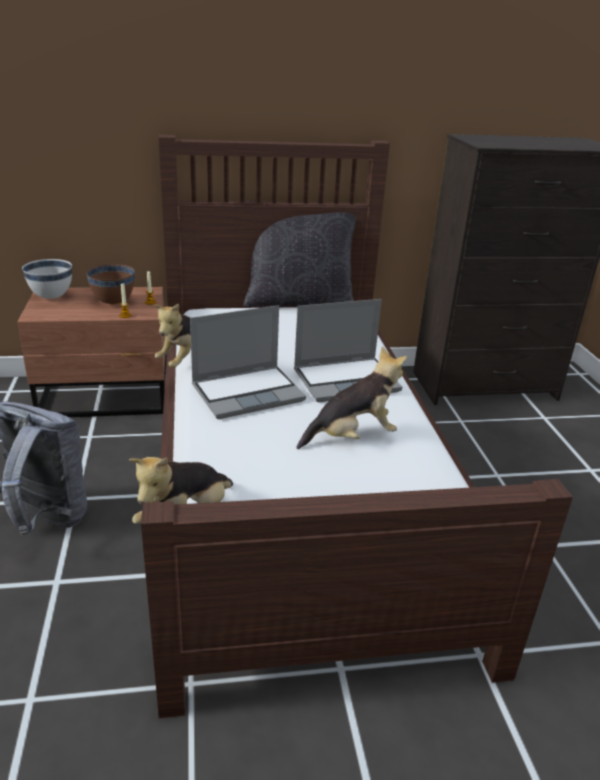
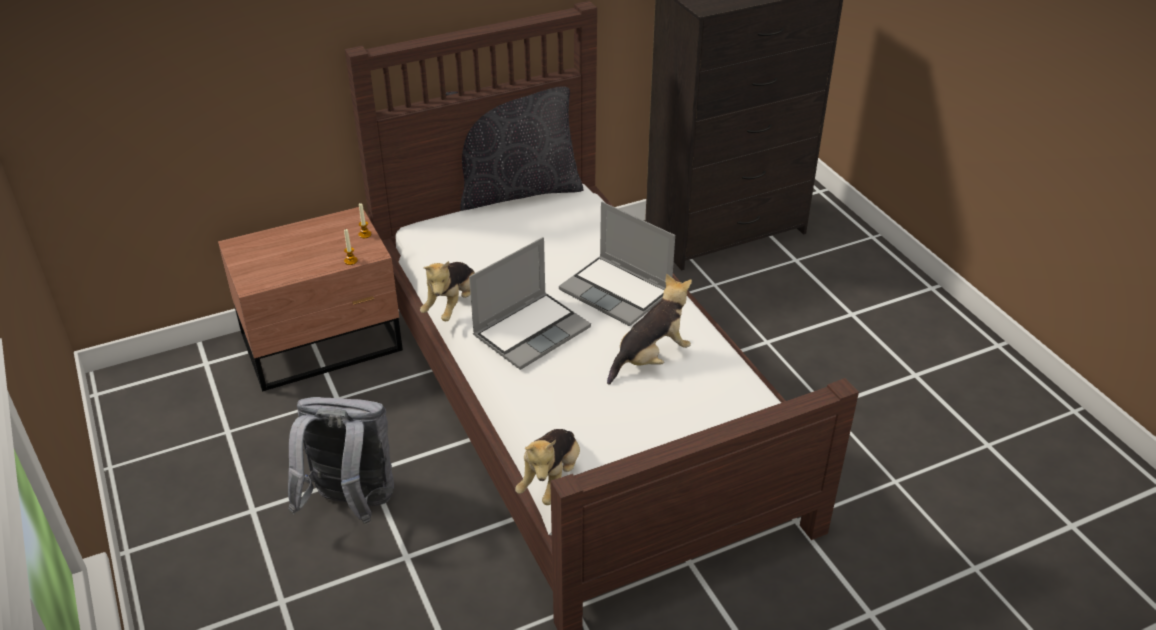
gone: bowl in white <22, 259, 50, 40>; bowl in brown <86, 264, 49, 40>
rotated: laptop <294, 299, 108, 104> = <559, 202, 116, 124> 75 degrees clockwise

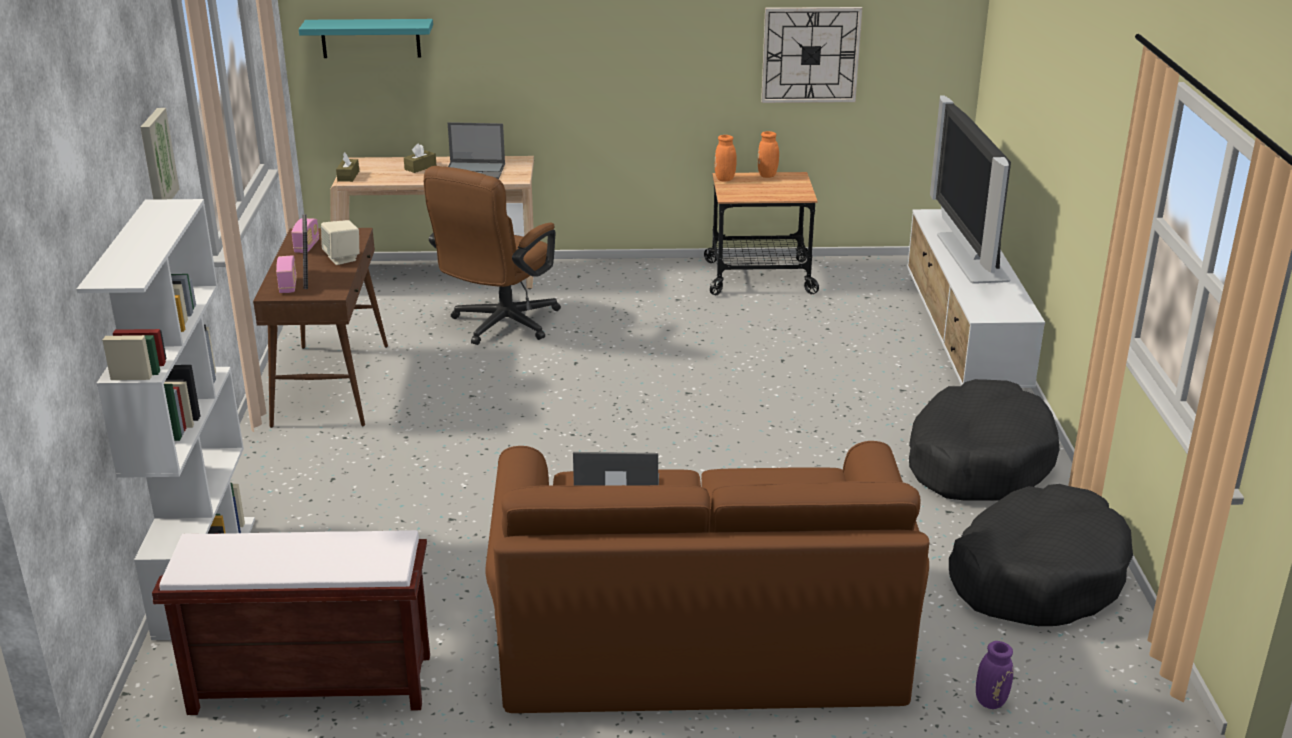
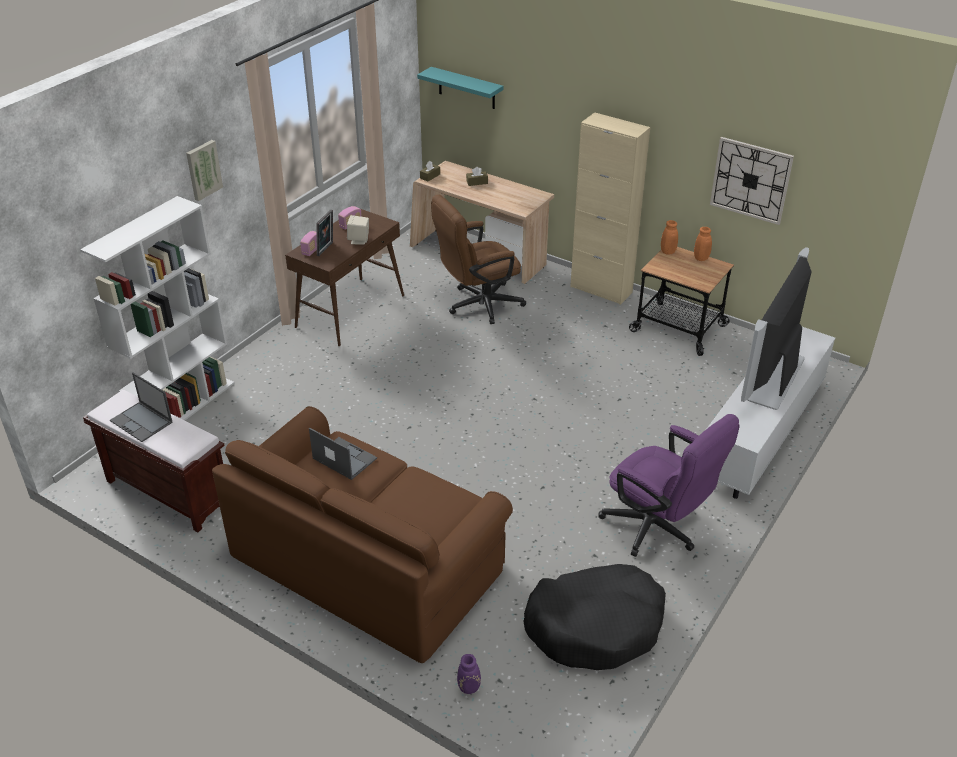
new: cabinet in beige <570, 112, 80, 193>
shifted: laptop <448, 122, 57, 57> to <110, 373, 63, 69>
swapped: dog bed in black <909, 379, 151, 121> to office chair in purple <598, 414, 142, 143>

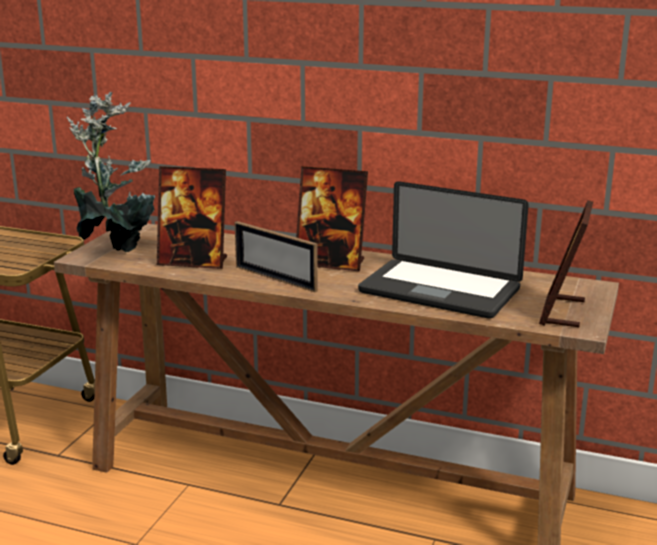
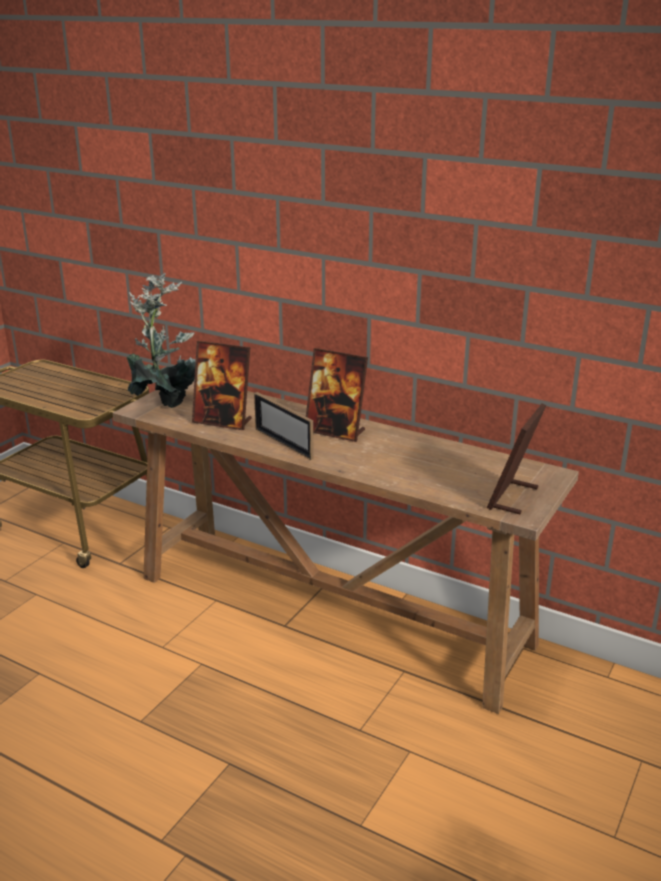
gone: laptop <358, 181, 171, 138>

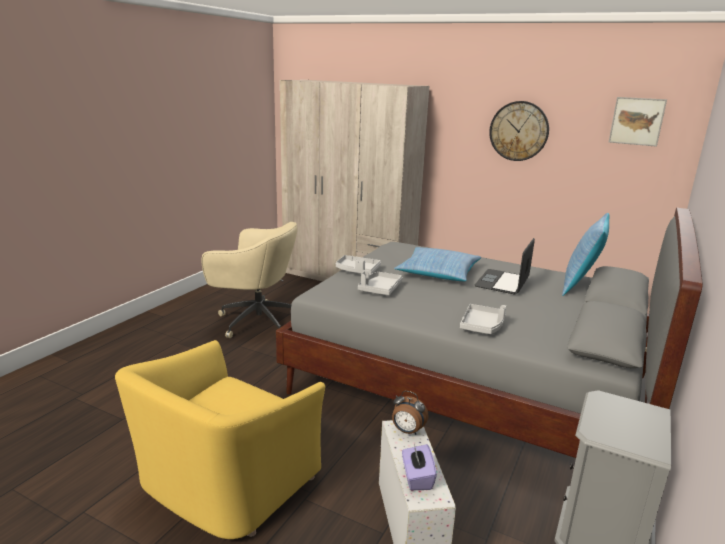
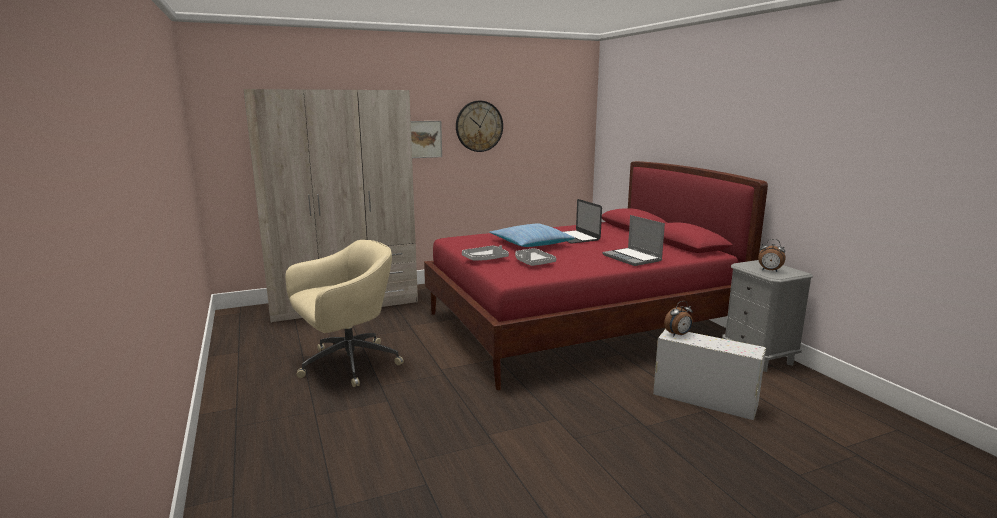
gone: armchair in yellow <115, 340, 210, 199>; tissue box in purple <402, 444, 35, 46>; pillow <562, 213, 47, 83>
new: alarm clock <758, 239, 27, 33>
shifted: picture <608, 97, 59, 50> to <411, 121, 31, 37>
swapped: tray in grey <460, 304, 46, 30> to laptop <602, 215, 63, 51>
repainted: bed in grey <276, 208, 427, 250> to bed in red <424, 161, 344, 229>

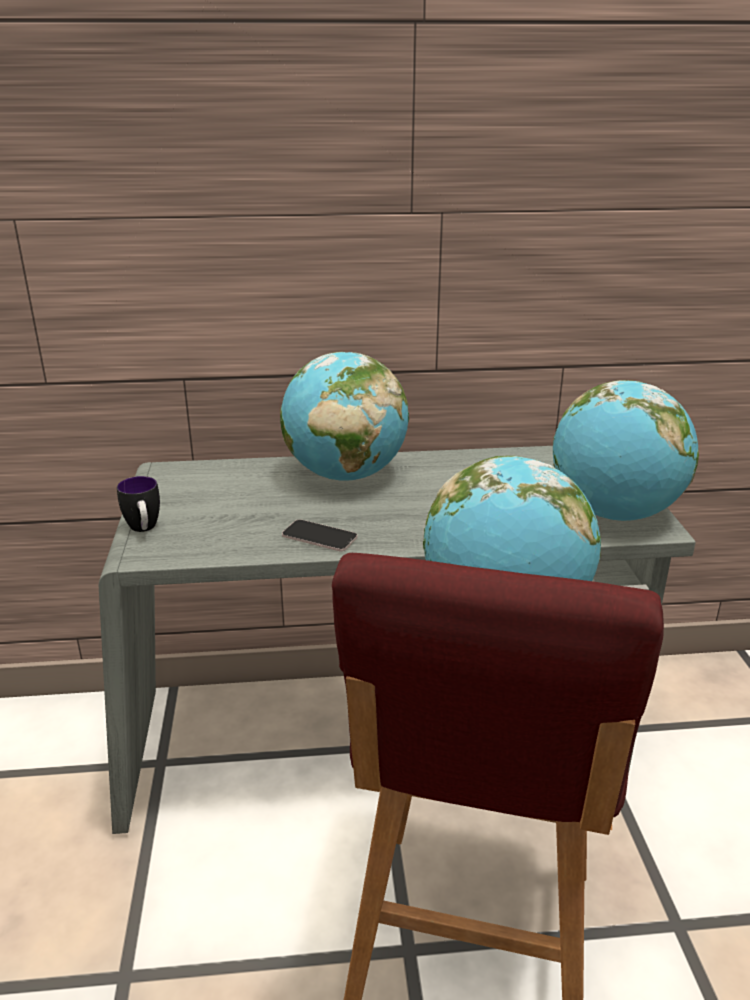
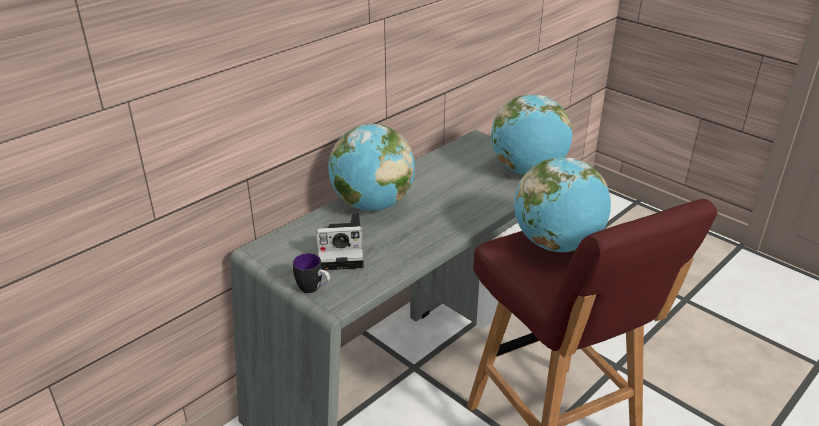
gone: phone <282, 519, 76, 32>
new: photo camera <316, 213, 48, 57>

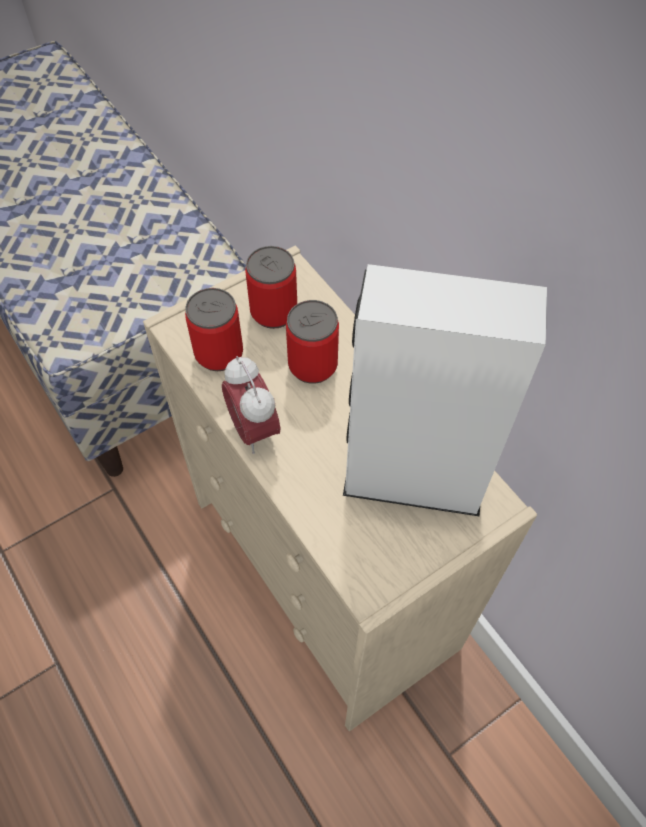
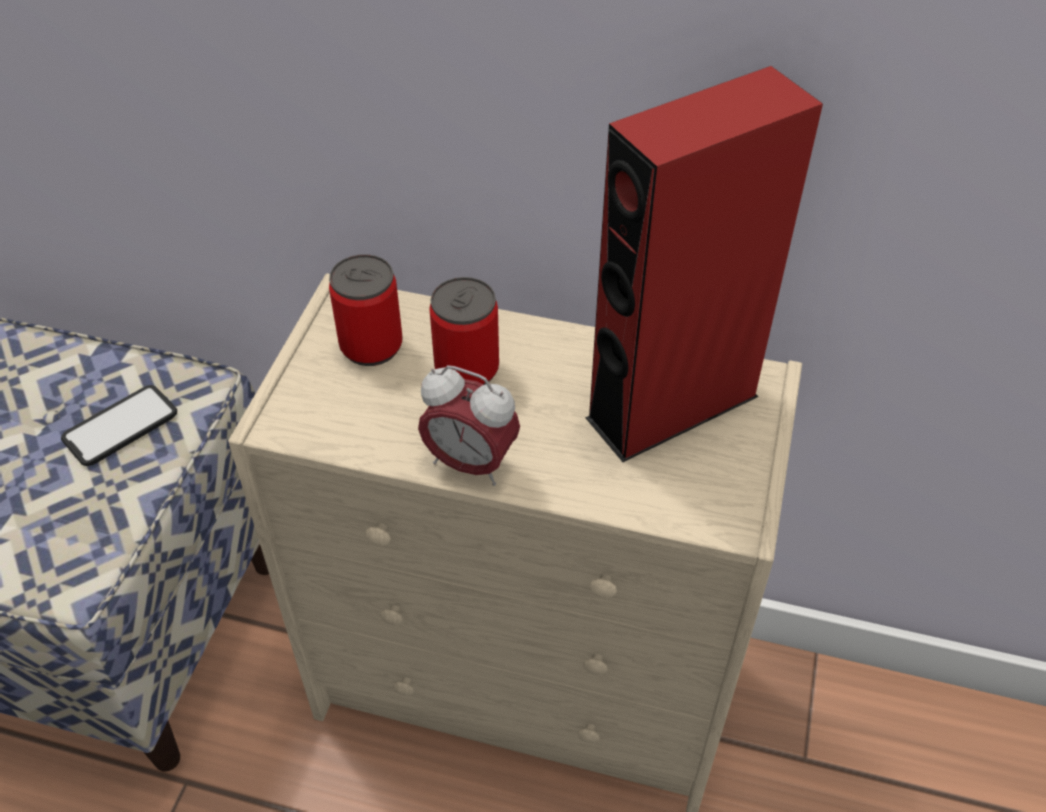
gone: can <185, 288, 58, 83>
new: phone <61, 385, 116, 81>
repainted: speaker in white <343, 264, 204, 253> to speaker in red <585, 66, 238, 396>

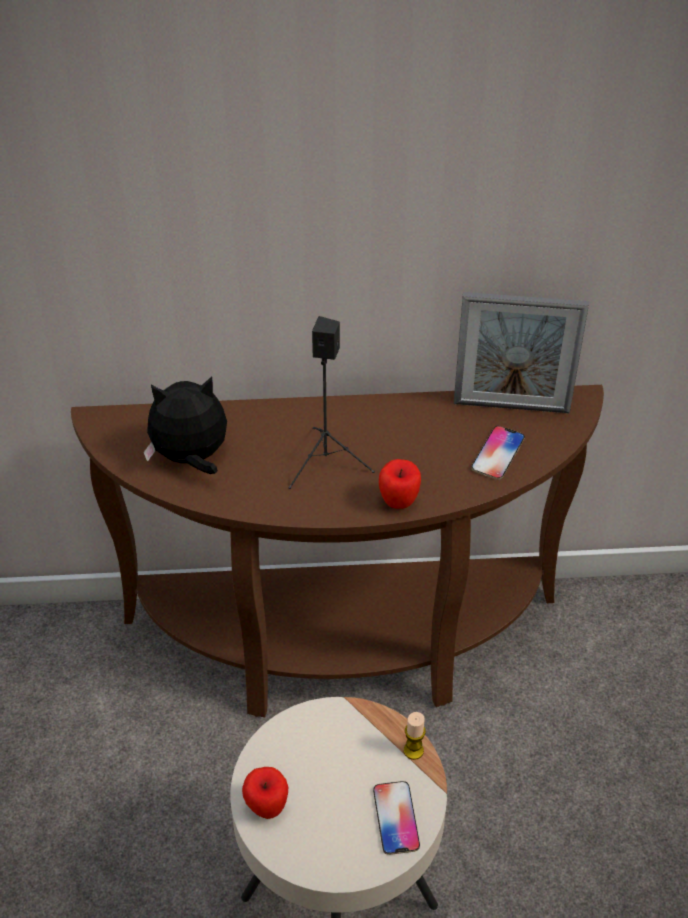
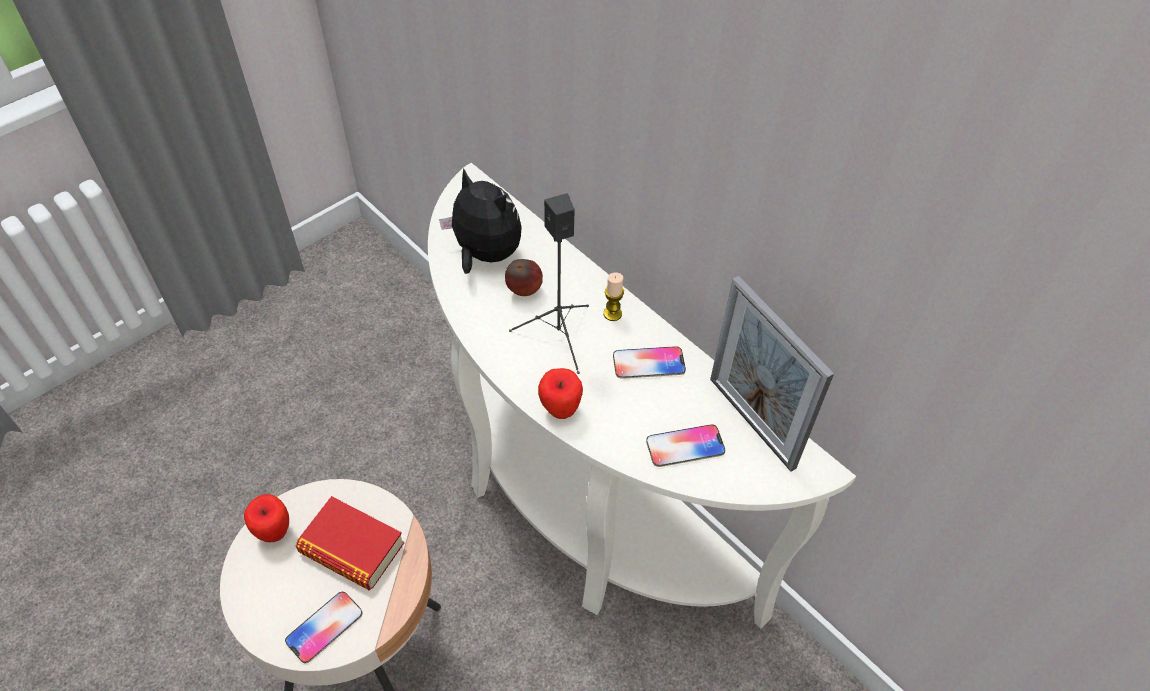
new: book <295, 496, 109, 94>; apple <505, 259, 38, 37>; phone <613, 346, 73, 33>
shifted: candle <404, 712, 22, 48> to <604, 273, 20, 48>
repainted: console table in brown <71, 385, 533, 332> to console table in white <428, 163, 428, 466>

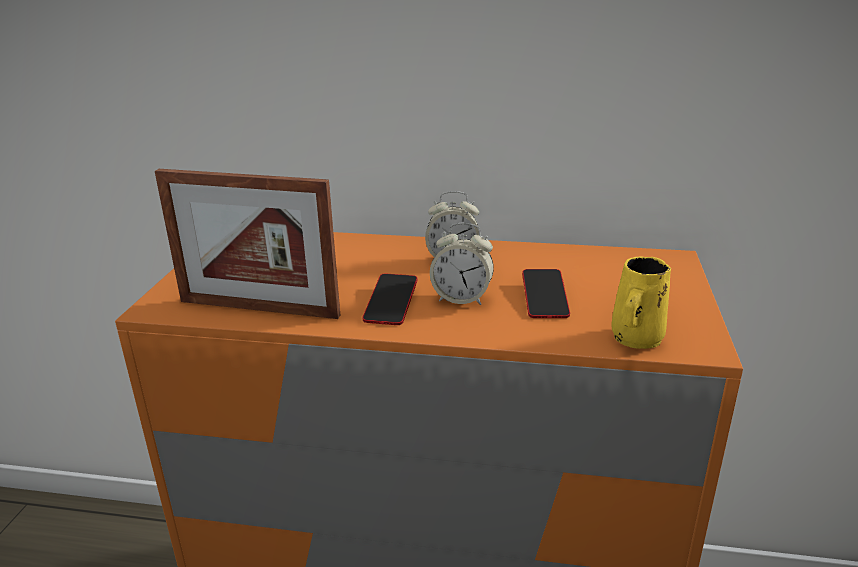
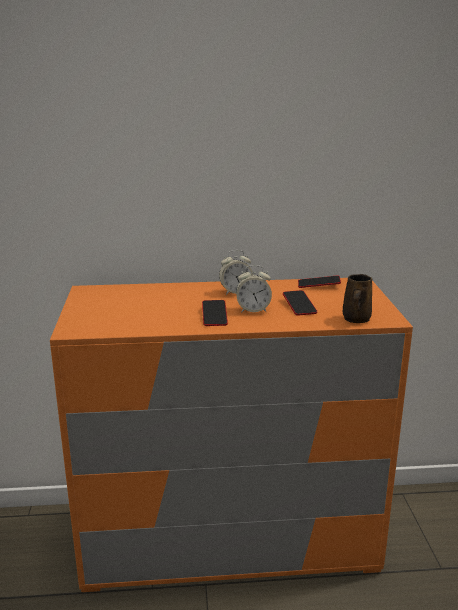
gone: picture frame <155, 169, 185, 150>
new: phone <298, 276, 43, 12>
repainted: mug in yellow <611, 257, 60, 92> to mug in brown <343, 274, 29, 49>

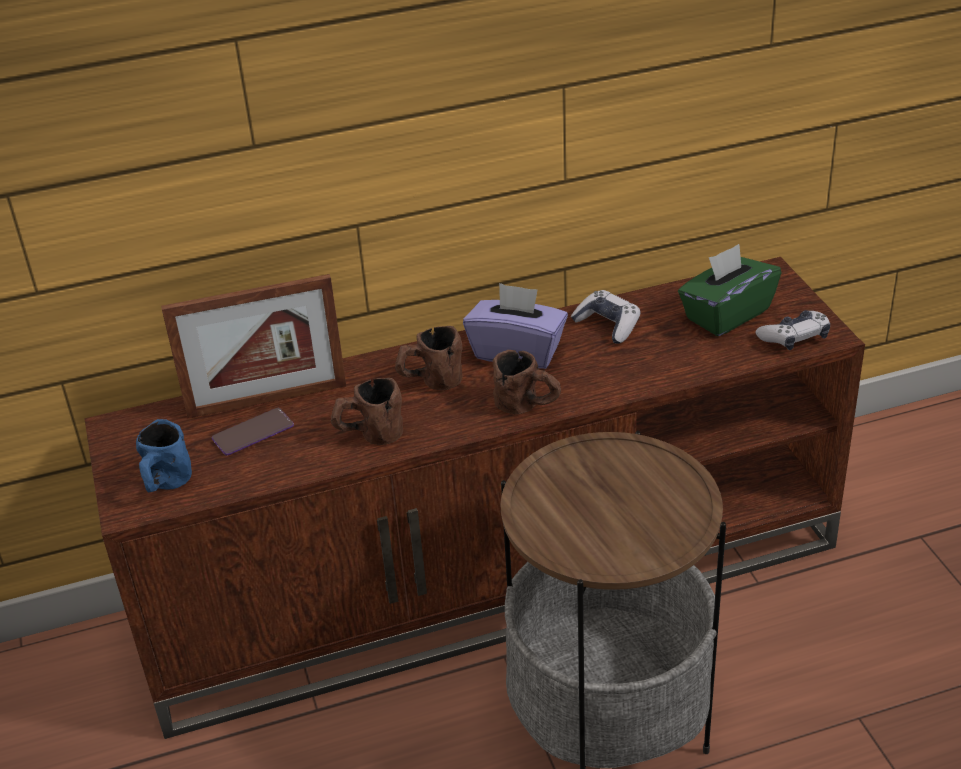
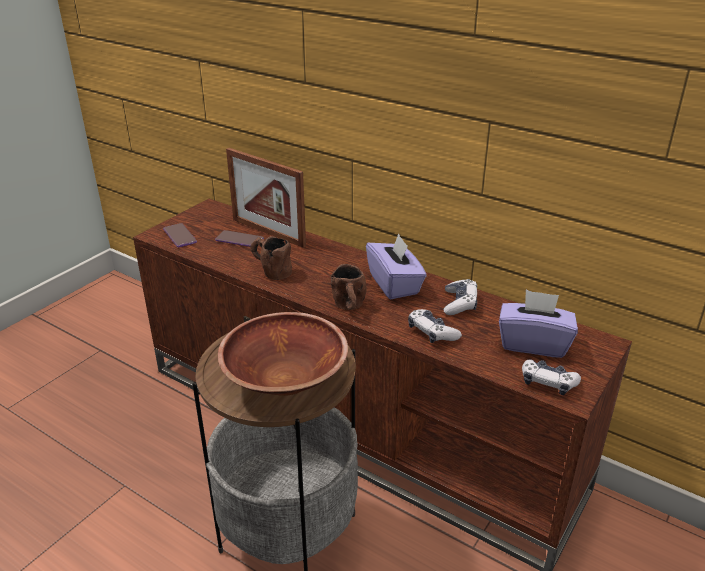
gone: mug in brown <395, 326, 67, 65>
new: bowl in brown <218, 312, 130, 84>; game controller <408, 309, 54, 34>
swapped: mug in blue <136, 419, 56, 73> to phone <163, 223, 34, 24>
repainted: tissue box in green <678, 244, 103, 92> to tissue box in purple <499, 290, 79, 68>

